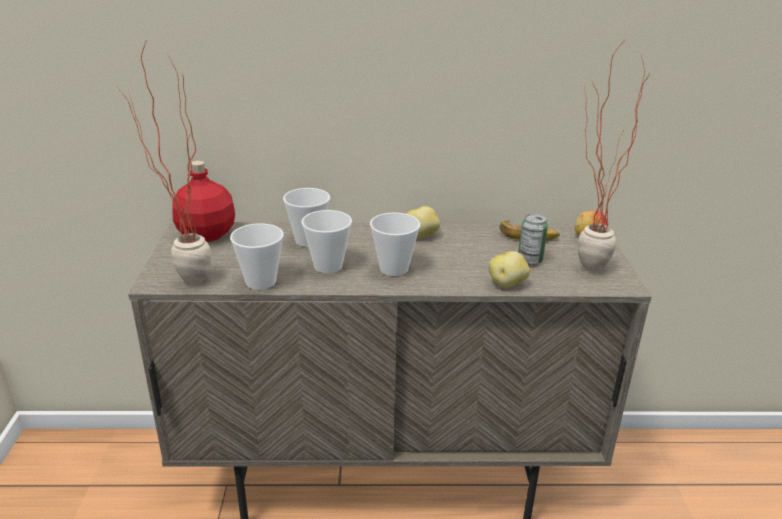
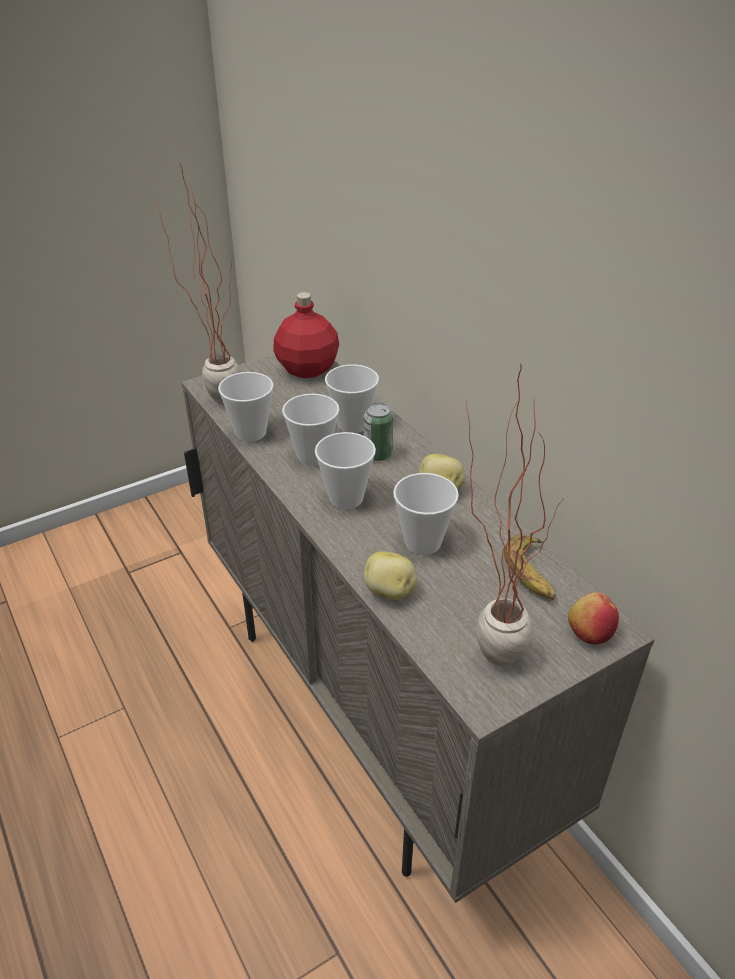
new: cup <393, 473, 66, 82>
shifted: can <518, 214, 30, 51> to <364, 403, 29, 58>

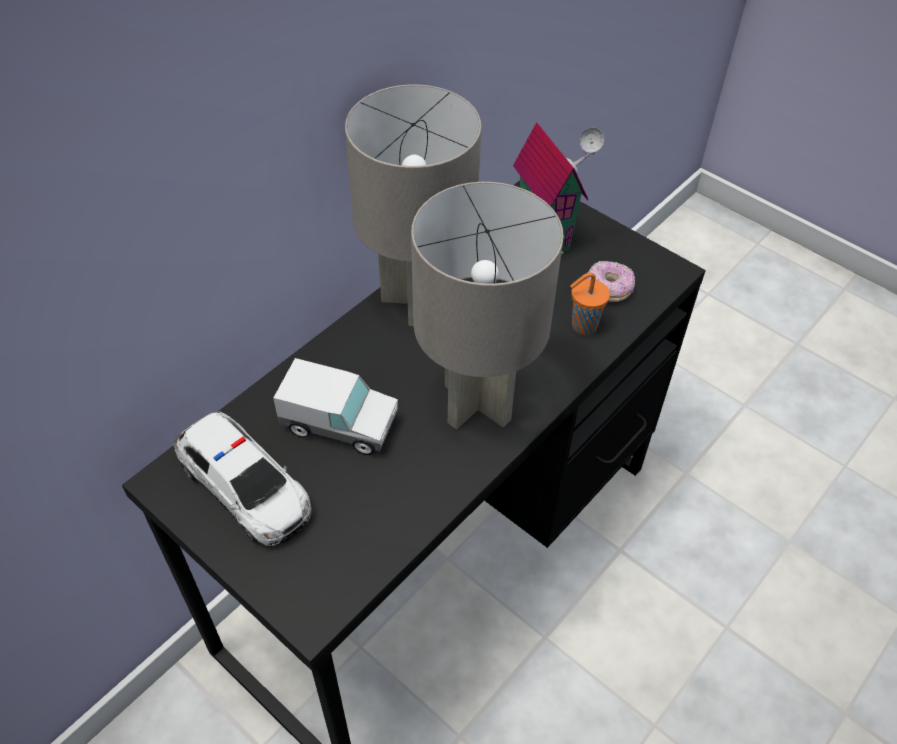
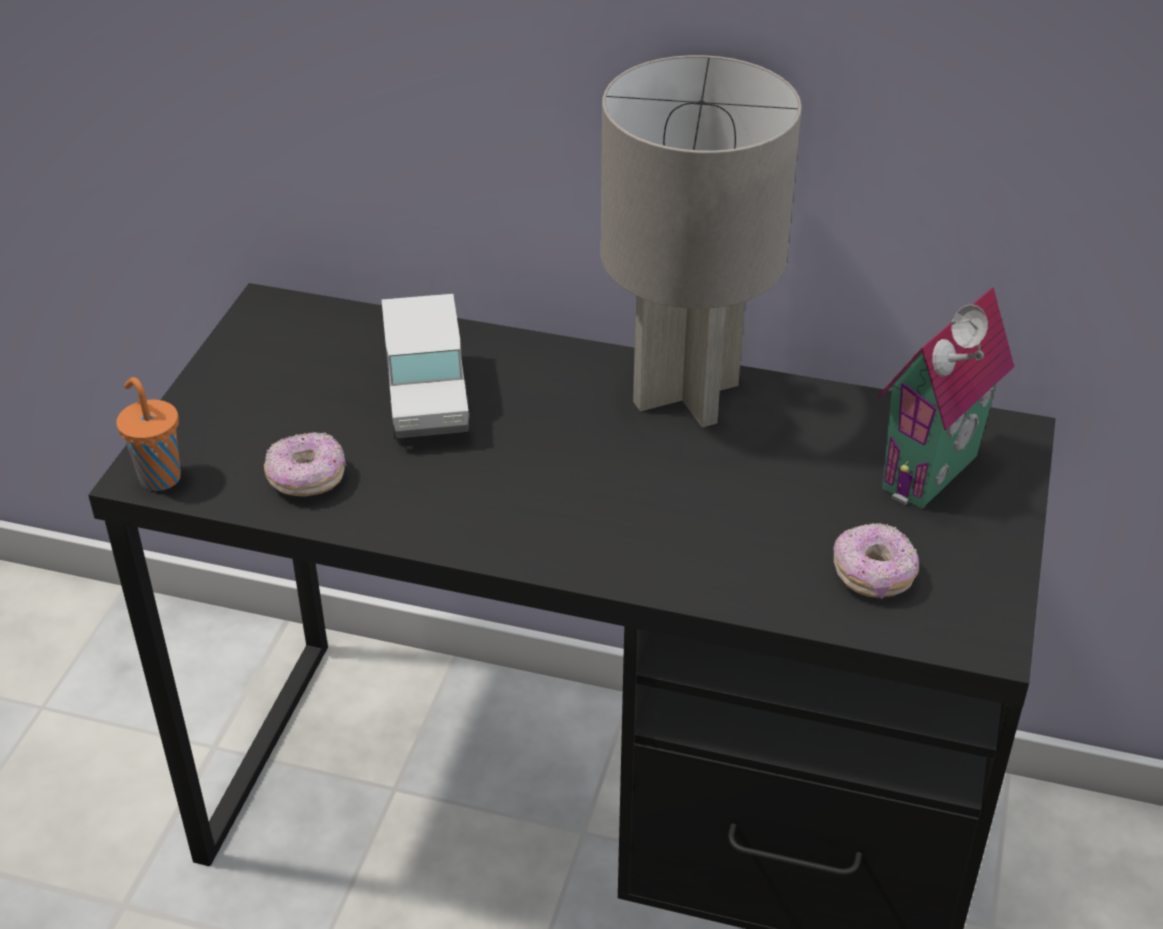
gone: toy car <174, 411, 138, 135>; table lamp in grey <411, 182, 153, 247>
new: donut <264, 432, 82, 65>
shifted: cup in orange <570, 272, 40, 63> to <116, 377, 65, 114>

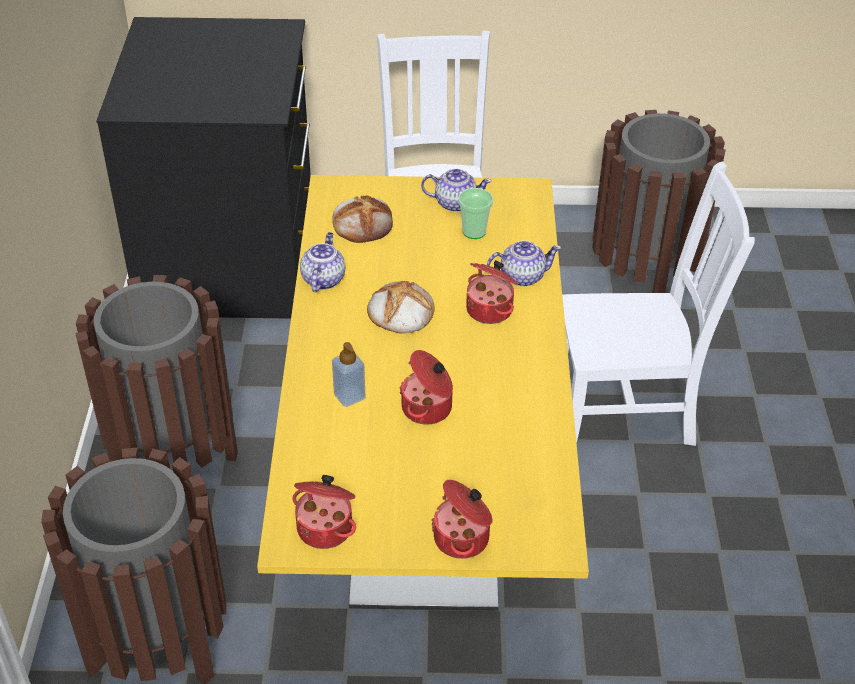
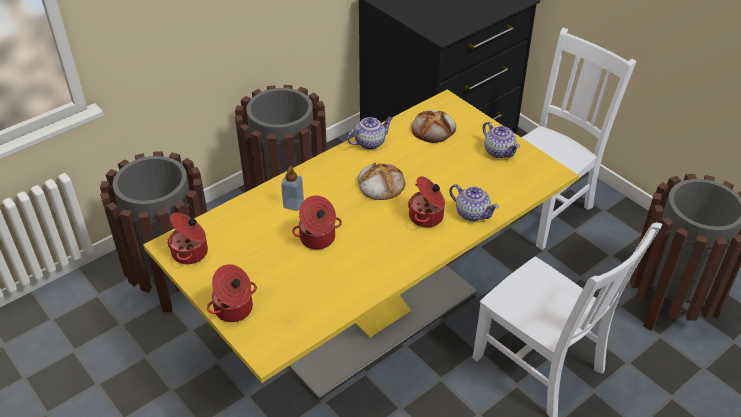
gone: cup <458, 188, 35, 51>

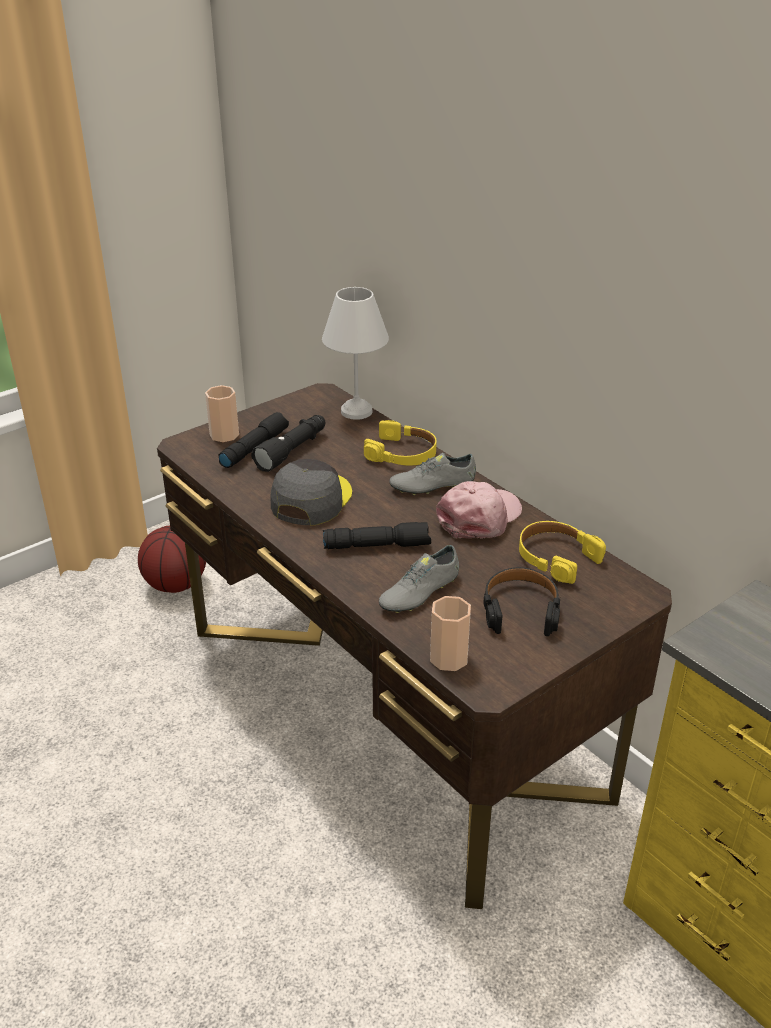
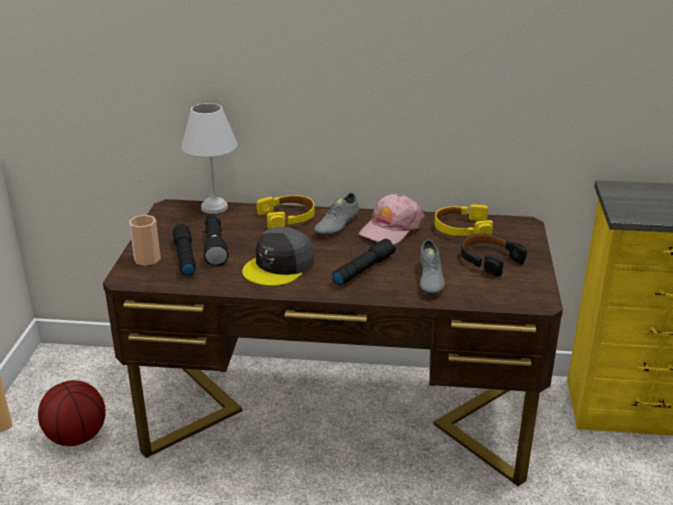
gone: cup <430, 596, 41, 75>
rotated: cap in grey <270, 459, 82, 67> = <242, 227, 72, 59> 120 degrees counterclockwise; cap in pink <436, 481, 86, 58> = <359, 194, 66, 51> 135 degrees counterclockwise

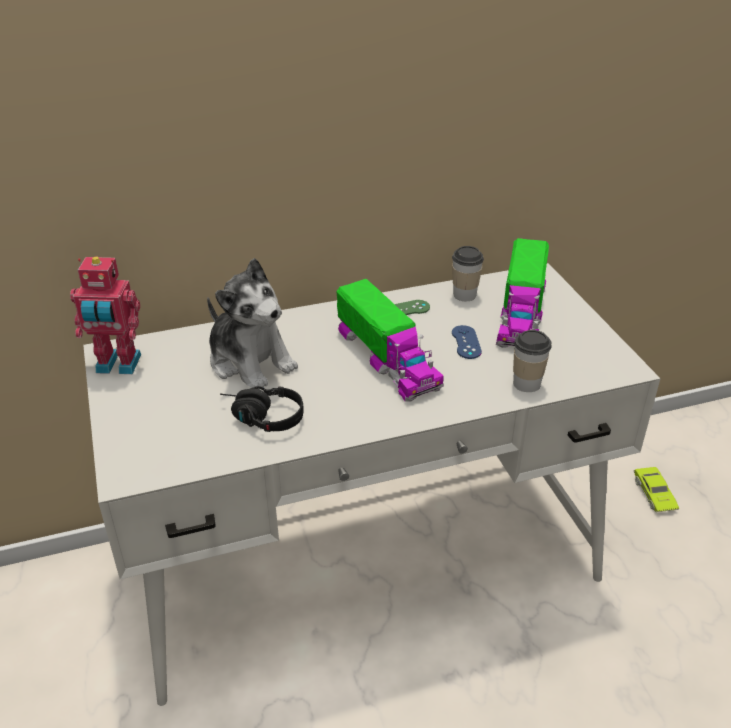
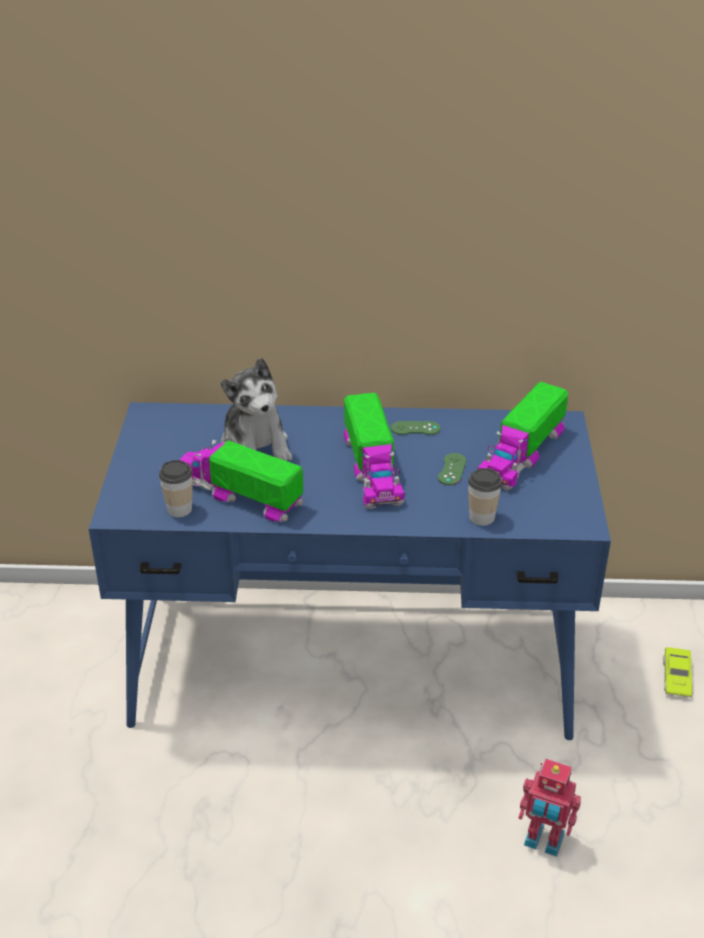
shifted: cup <452, 246, 32, 55> to <159, 460, 34, 58>; toy robot <70, 256, 71, 118> to <518, 759, 63, 98>
swapped: headphones in black <220, 386, 84, 46> to toy truck <180, 440, 123, 82>
repainted: desk in white <83, 263, 578, 443> to desk in blue <89, 402, 522, 338>; game controller in blue <452, 325, 30, 34> to game controller in green <438, 453, 28, 32>

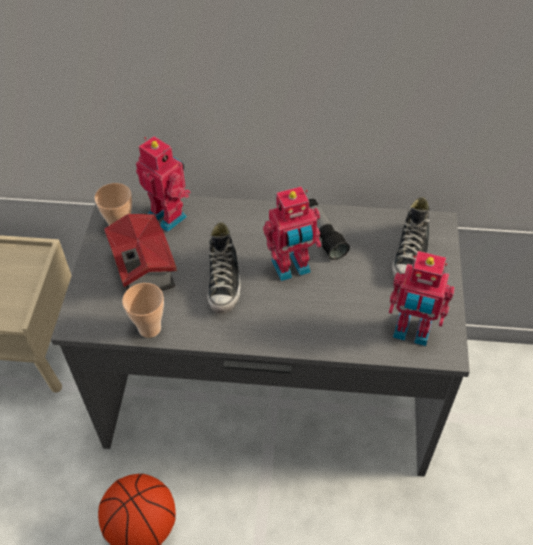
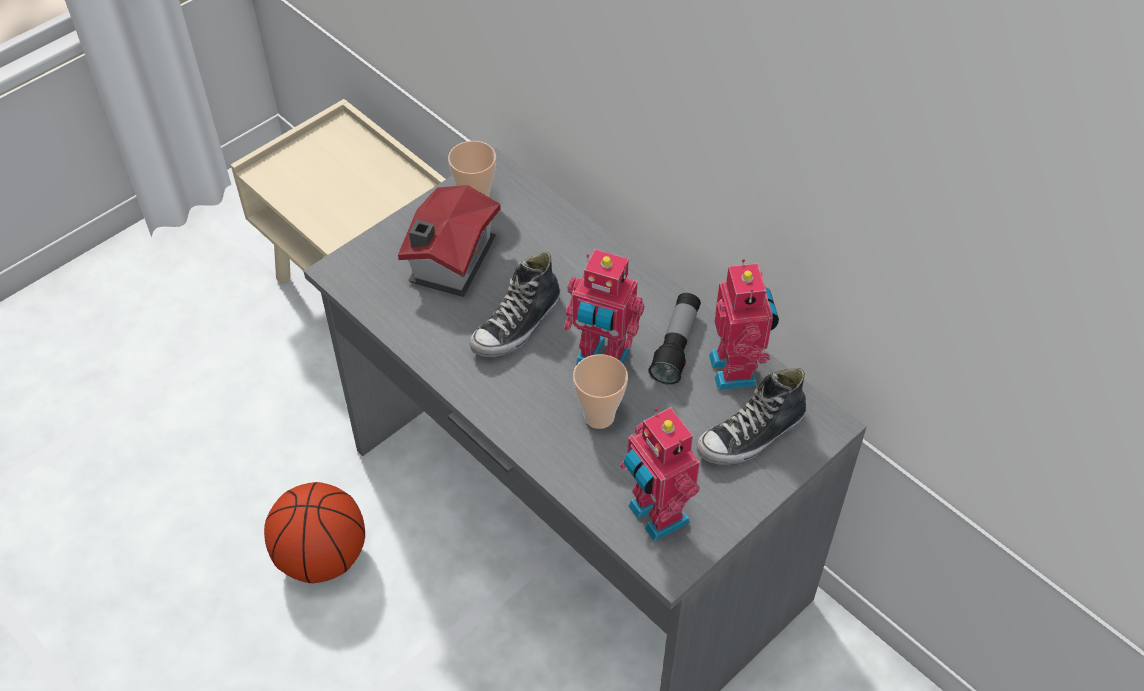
shifted: cup <122, 283, 42, 55> to <573, 354, 55, 75>; toy robot <136, 136, 55, 96> to <709, 259, 70, 131>

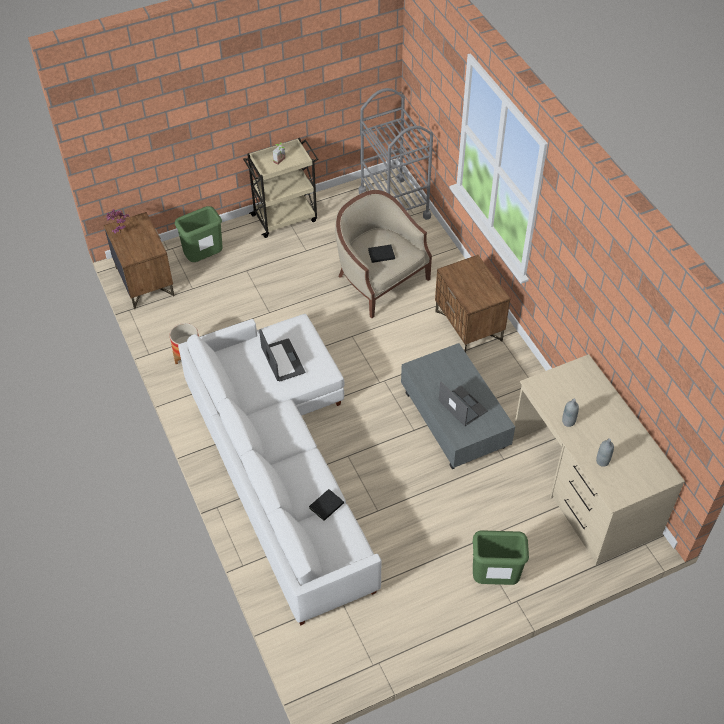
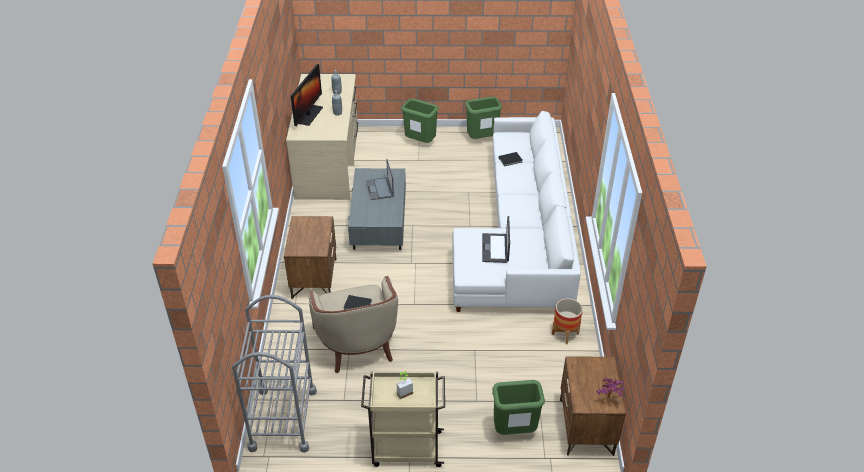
new: monitor <291, 64, 32, 62>; trash can in green <465, 96, 37, 43>

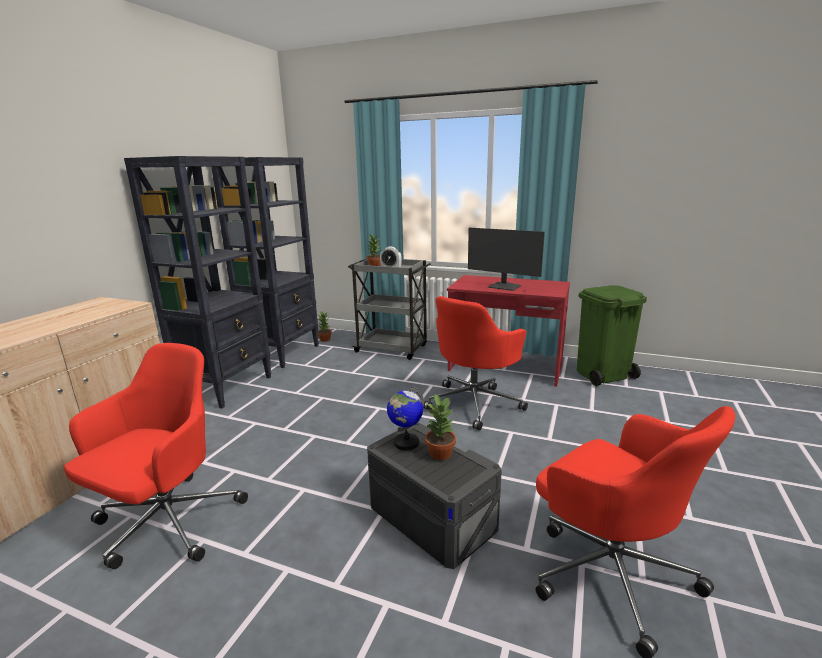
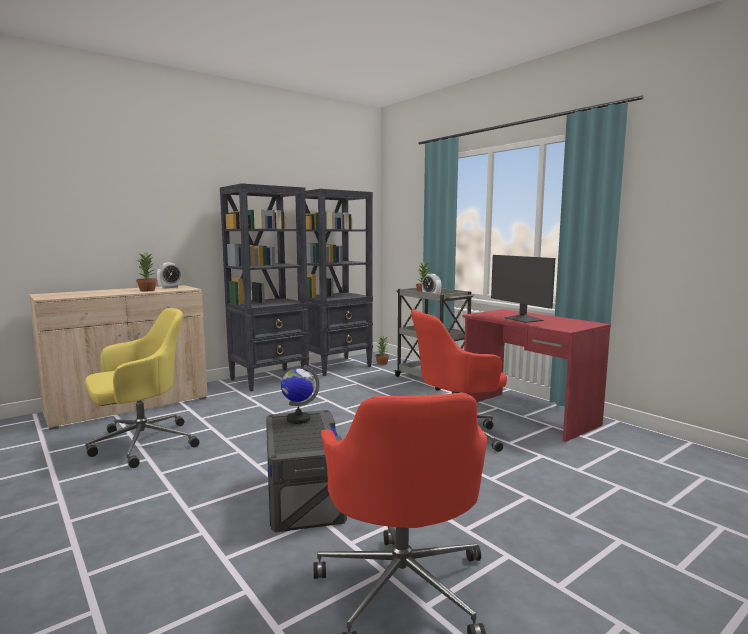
gone: trash can in green <577, 285, 70, 101>
new: alarm clock <157, 263, 25, 25>
shifted: potted plant <425, 395, 31, 65> to <136, 252, 21, 39>
repainted: office chair in red <64, 343, 184, 226> to office chair in yellow <85, 308, 114, 160>

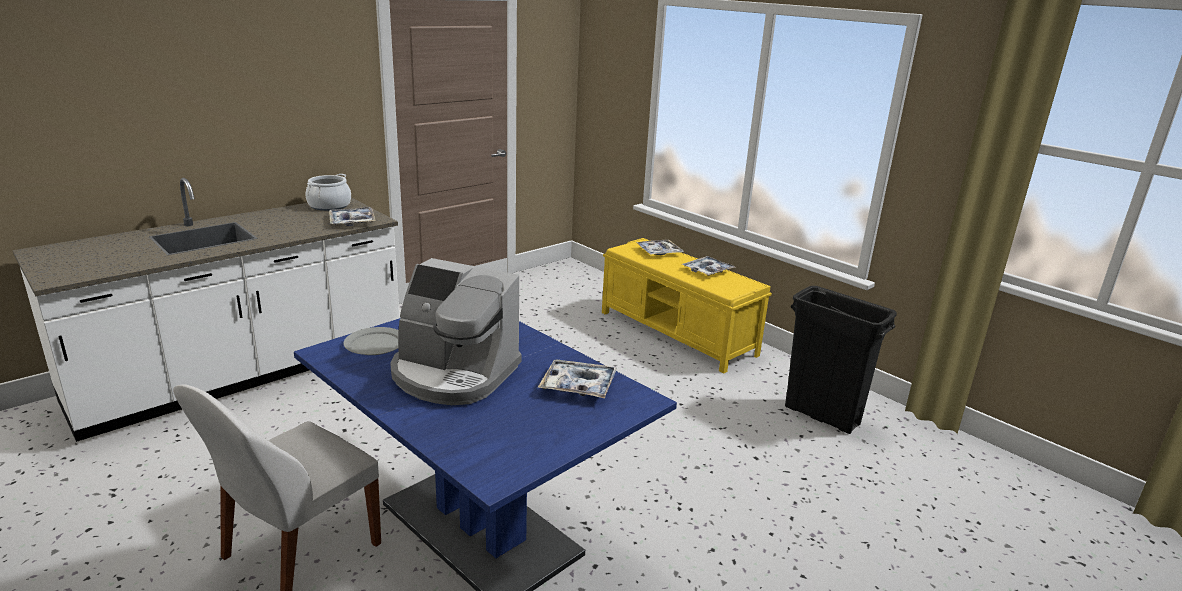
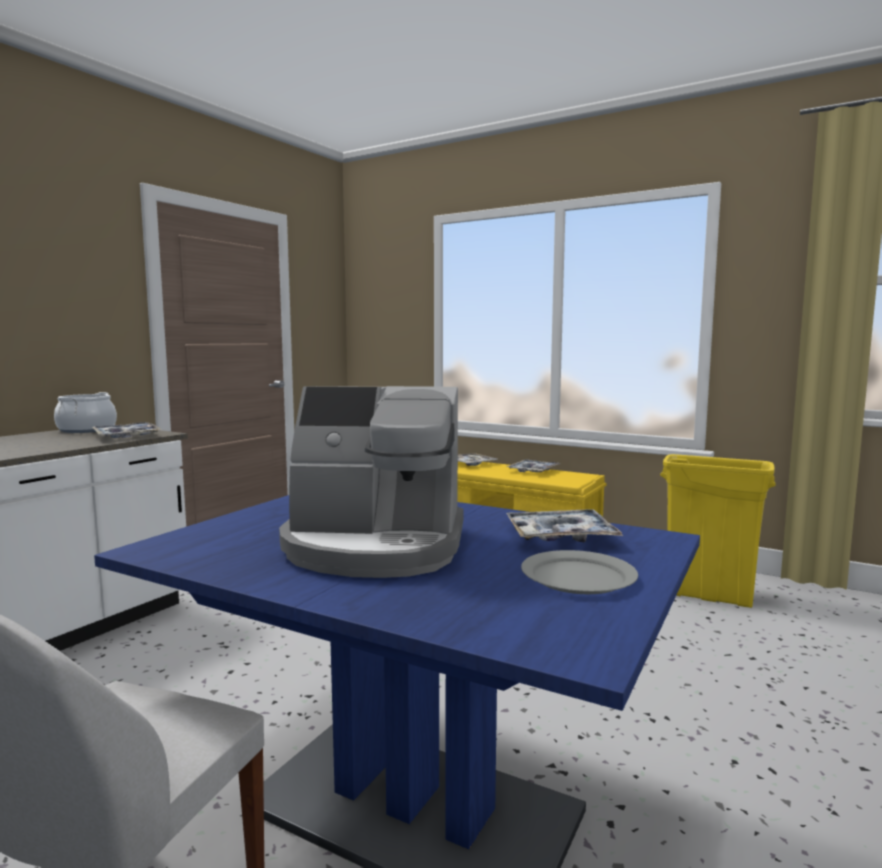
shifted: plate in grey <343, 327, 56, 28> to <521, 550, 117, 44>
repainted: trash can in black <785, 286, 112, 148> to trash can in yellow <660, 454, 116, 154>

